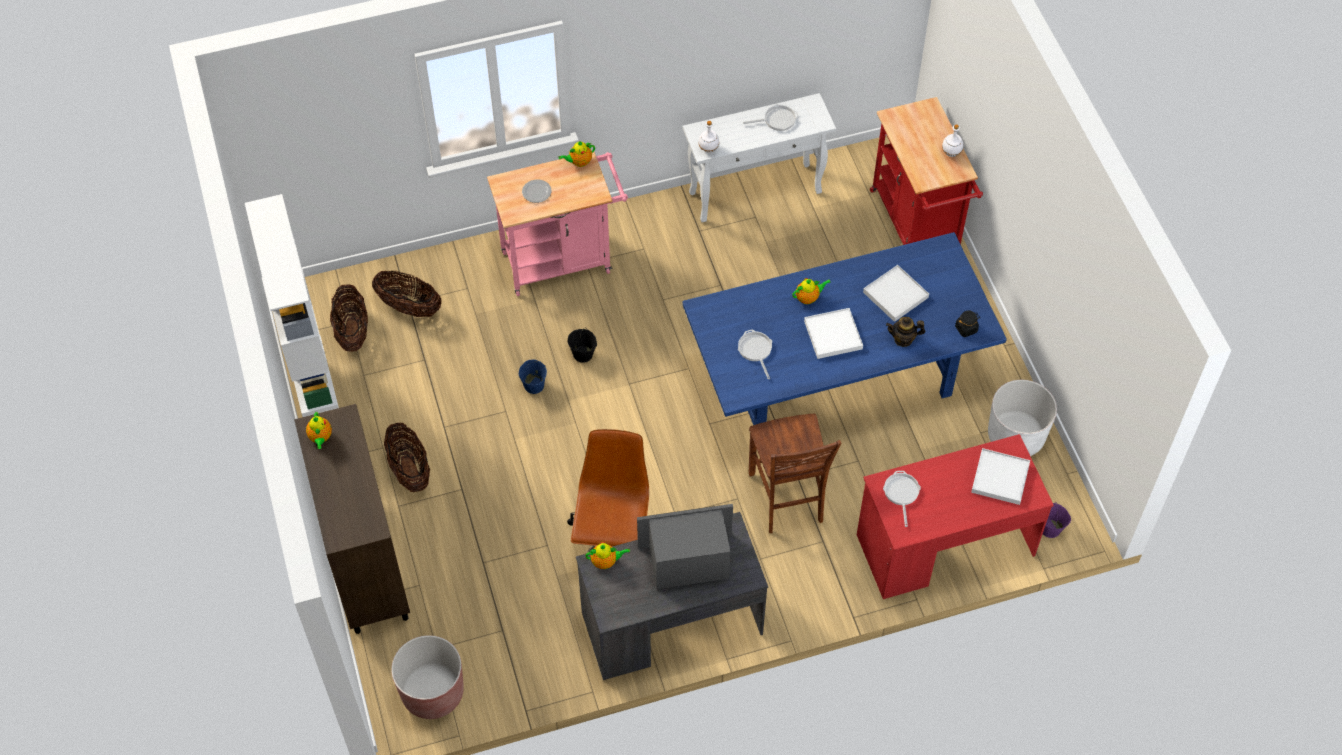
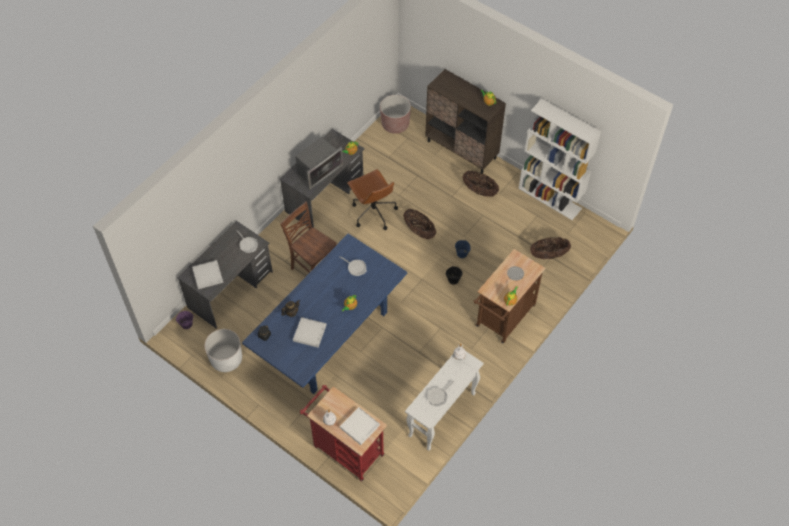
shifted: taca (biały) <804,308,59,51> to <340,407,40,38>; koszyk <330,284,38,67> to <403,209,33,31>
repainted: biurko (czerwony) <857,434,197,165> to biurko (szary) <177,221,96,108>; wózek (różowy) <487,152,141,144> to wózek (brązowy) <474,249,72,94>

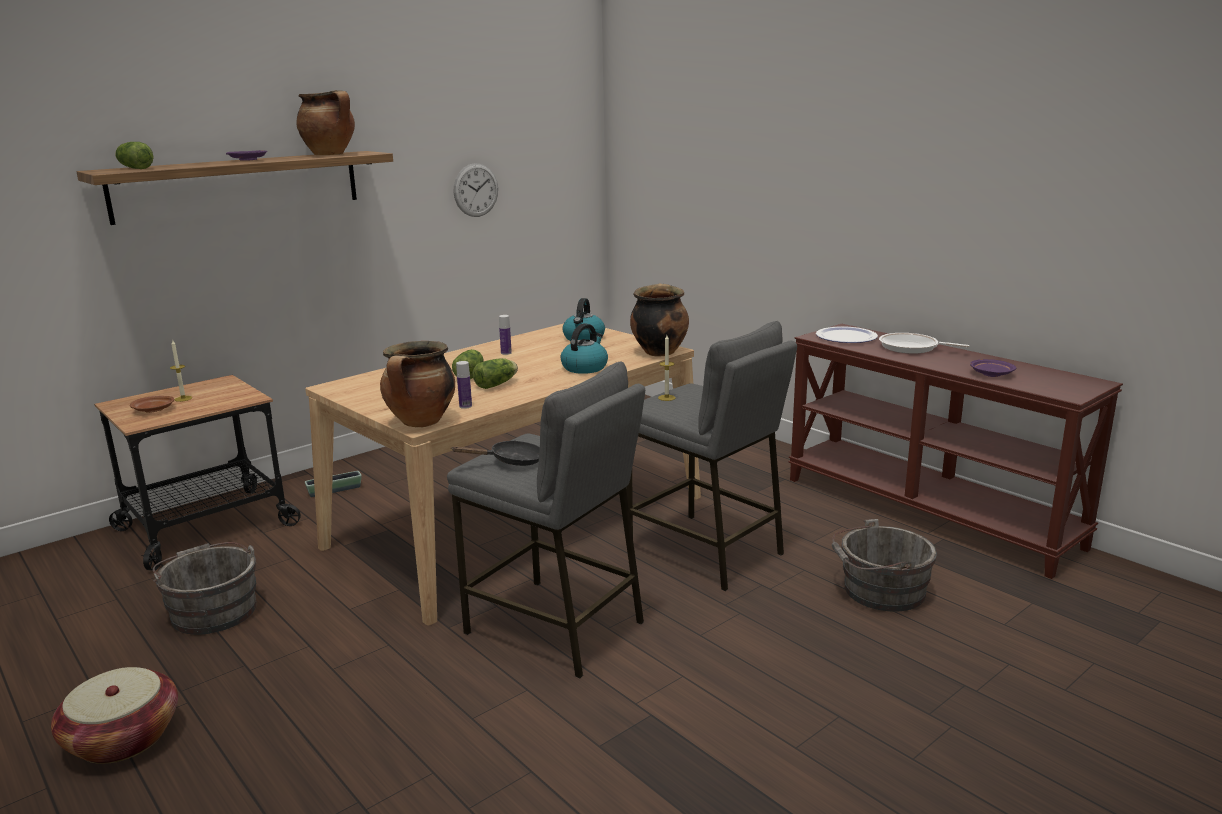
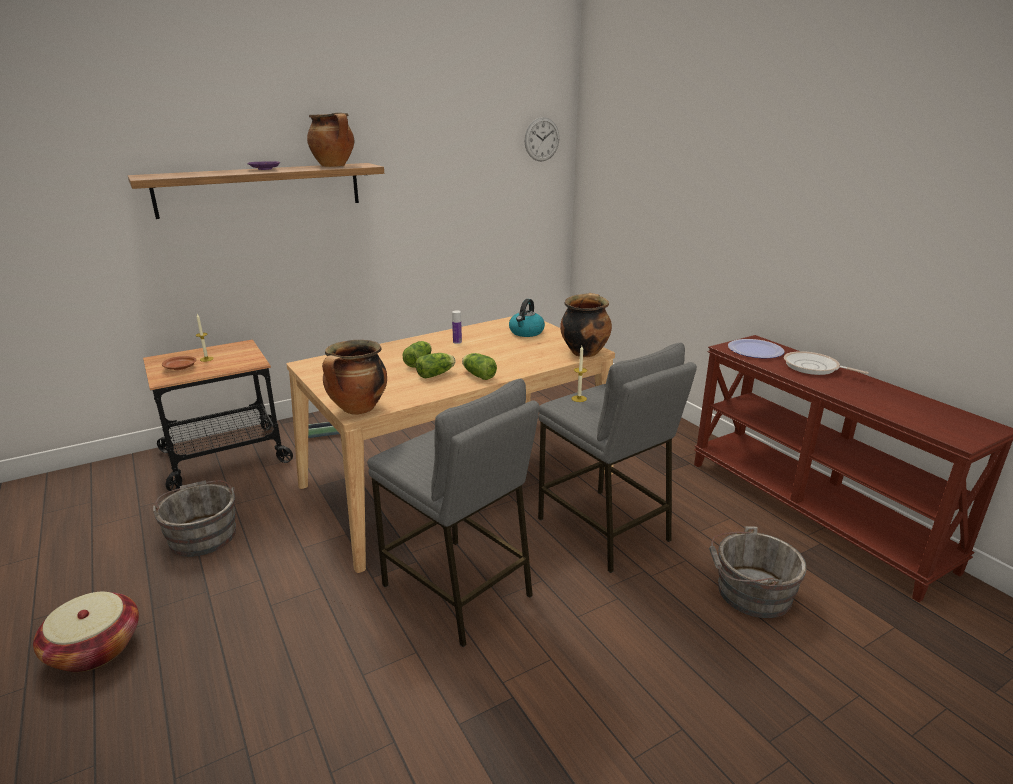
gone: patelnia (czarny) <452,440,88,26>; butelka <456,361,16,48>; czajnik <561,323,47,51>; talerz (fioletowy) <970,359,46,18>
shifted: sałata <115,142,39,27> to <462,353,35,27>; zegar ścienny <454,163,44,54> to <524,117,35,45>

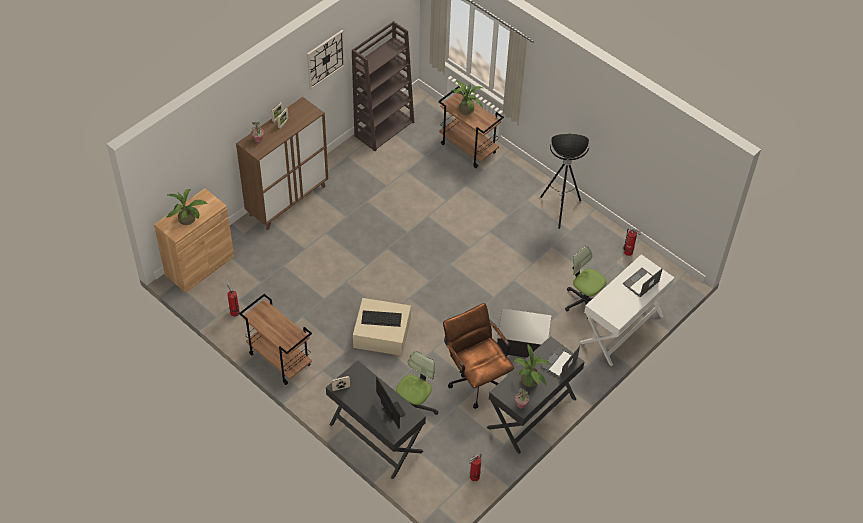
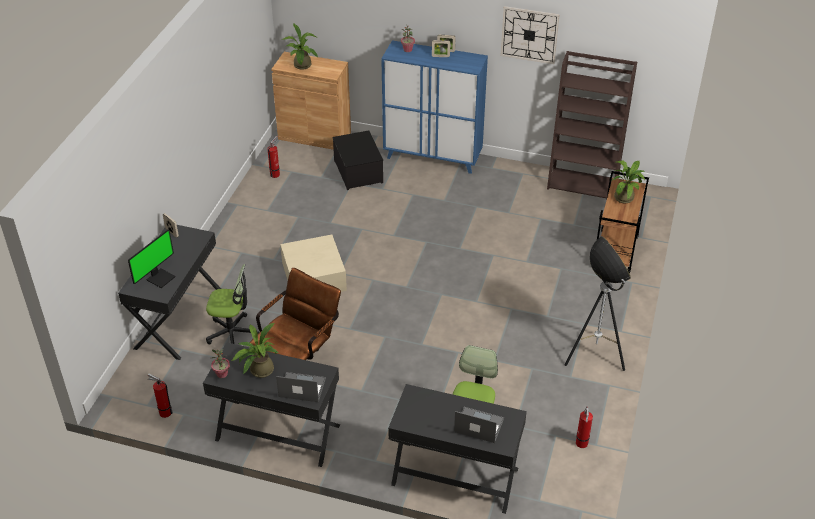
gone: wózek (brązowy) <239,294,73,91>; klawiatura <361,310,41,17>
shifted: pojemnik do przechowywania <497,308,55,50> to <332,131,51,59>
repainted: szafka (brązowy) <236,97,92,133> to szafka (niebieski) <381,40,107,134>; biurko (biały) <580,254,95,112> to biurko (czarny) <388,384,139,130>

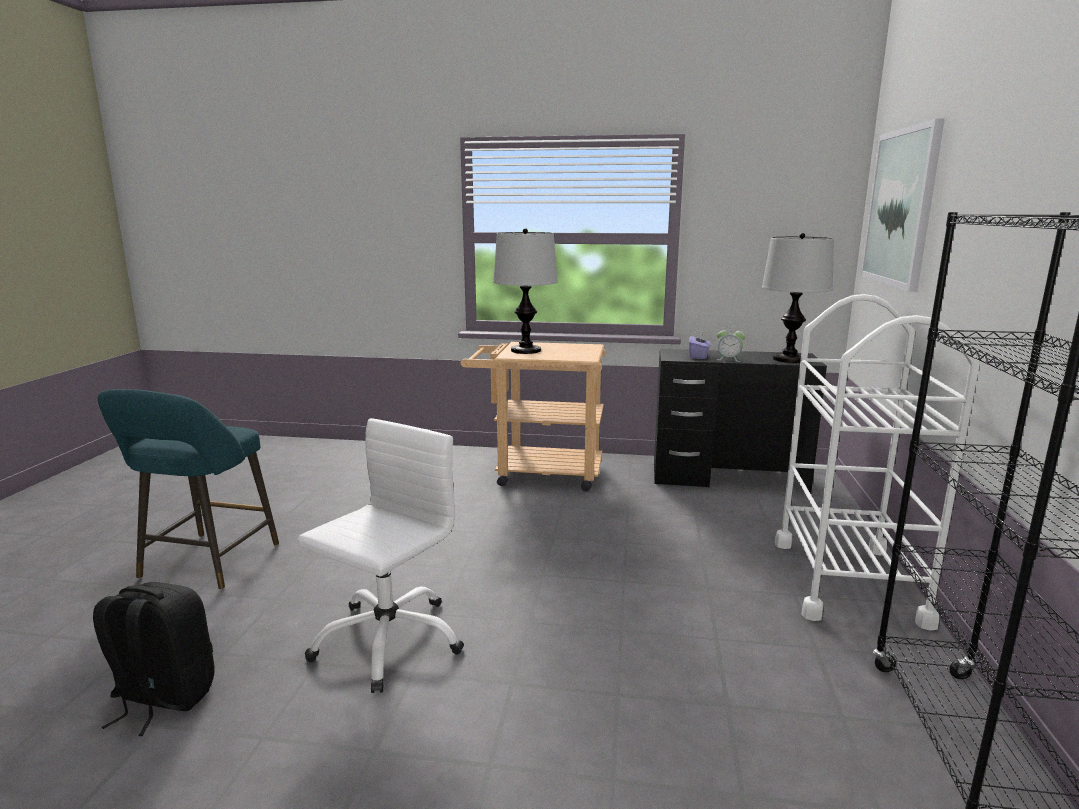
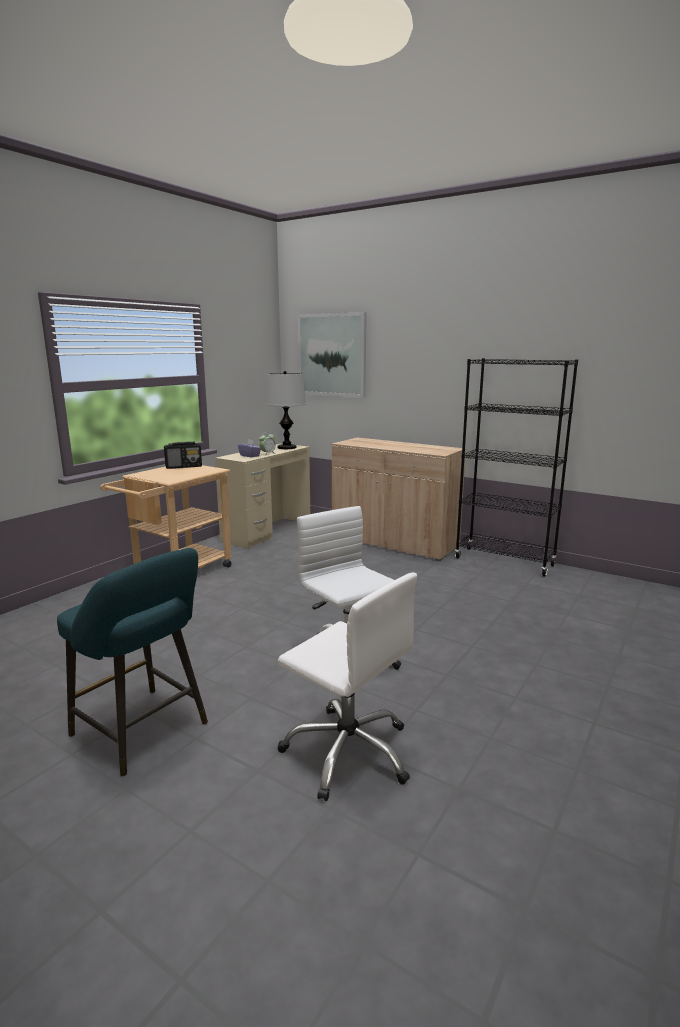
gone: lampa stołowa <493,228,65,126>
new: radio <164,442,38,27>
swapped: plecak (czarny) <93,582,122,154> to krzesło biurowe (biały) <277,572,140,229>; wózek (biały) <775,294,205,337> to szafka (beżowy) <332,438,134,123>
repainted: biurko (czarny) <654,349,173,145> to biurko (beżowy) <215,443,95,106>

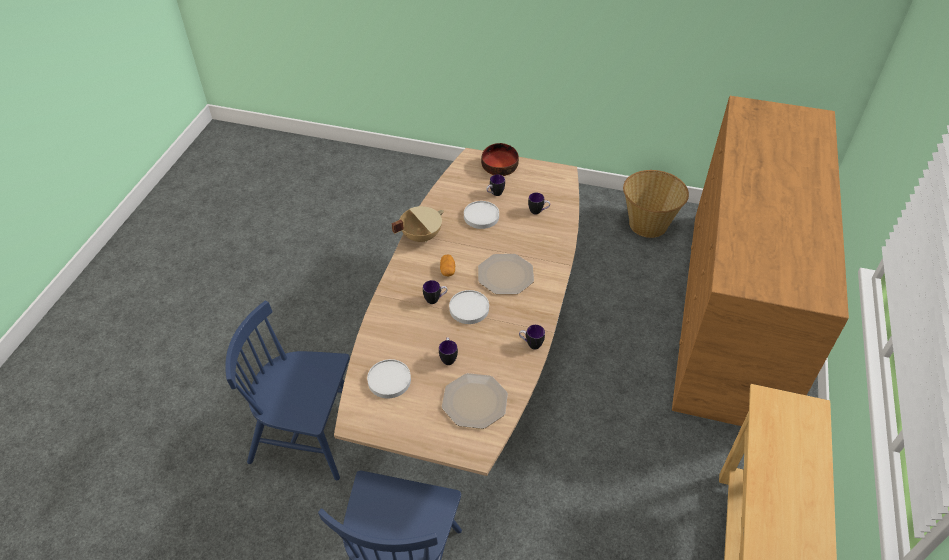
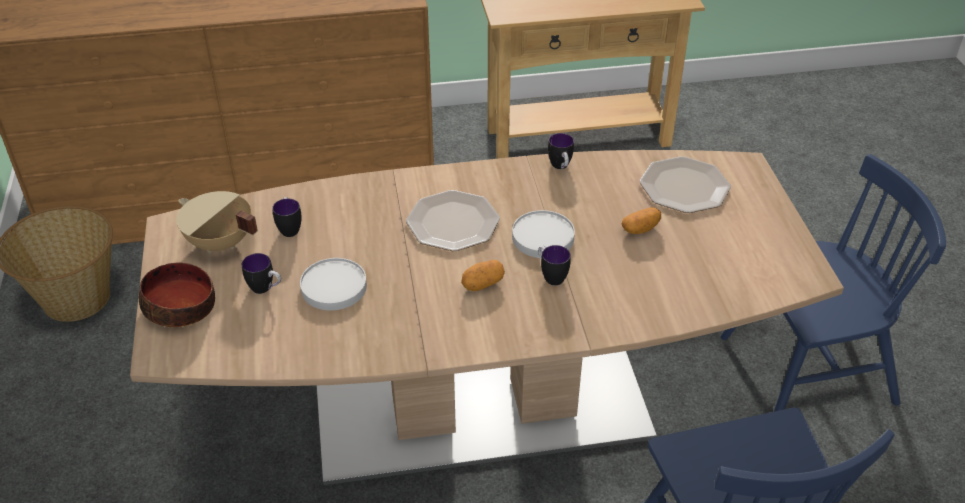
gone: talerz (biały) <367,359,44,39>
shifted: garnek (beżowy) <392,206,52,36> to <176,191,82,62>
swapped: kubek <439,337,19,28> to ziemniak <622,207,39,27>

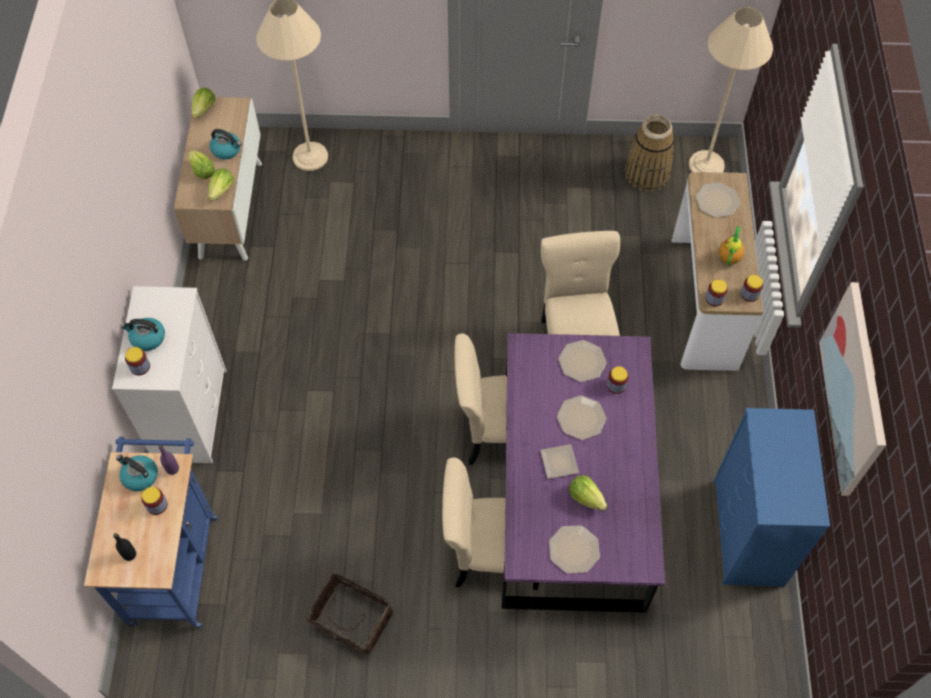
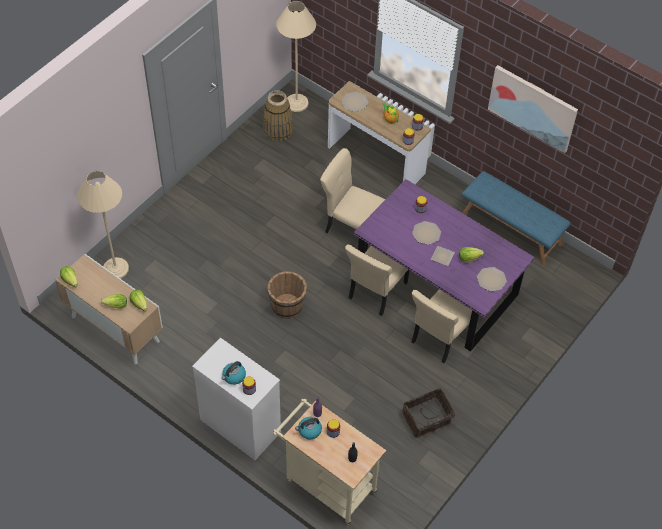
gone: czajnik <210,129,32,30>; talerz <558,340,49,42>
new: wiadro (brązowy) <267,271,40,48>
swapped: komoda (niebieski) <713,408,117,178> to ławka (niebieski) <462,171,109,94>
repainted: wózek (niebieski) <84,436,134,192> to wózek (beżowy) <273,399,113,126>

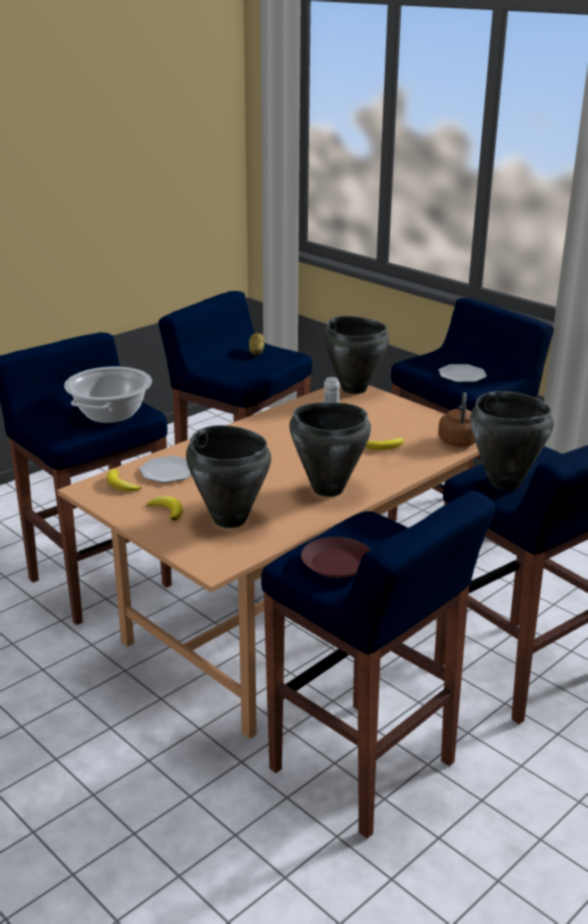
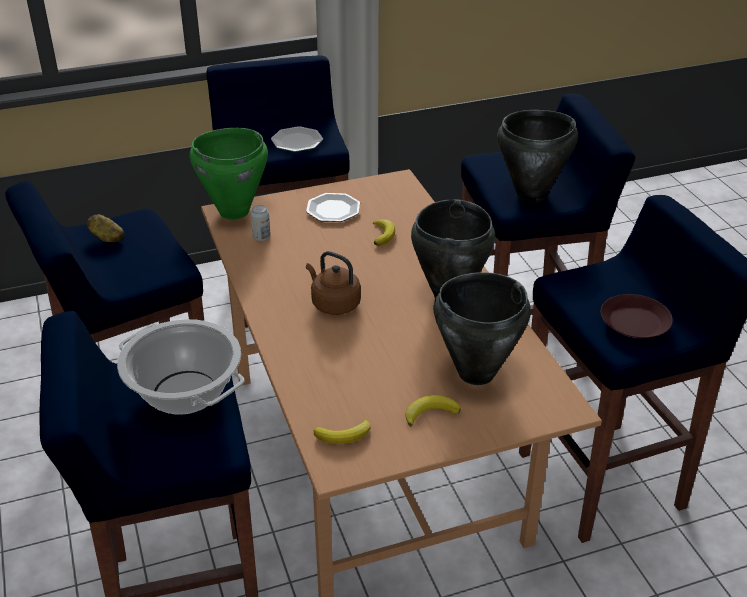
shifted: talerz <139,456,52,27> to <306,193,54,29>; czajnik (brązowy) <438,392,38,55> to <306,251,55,64>
repainted: garnek (czarny) <324,316,65,78> to garnek (zielony) <190,128,78,92>

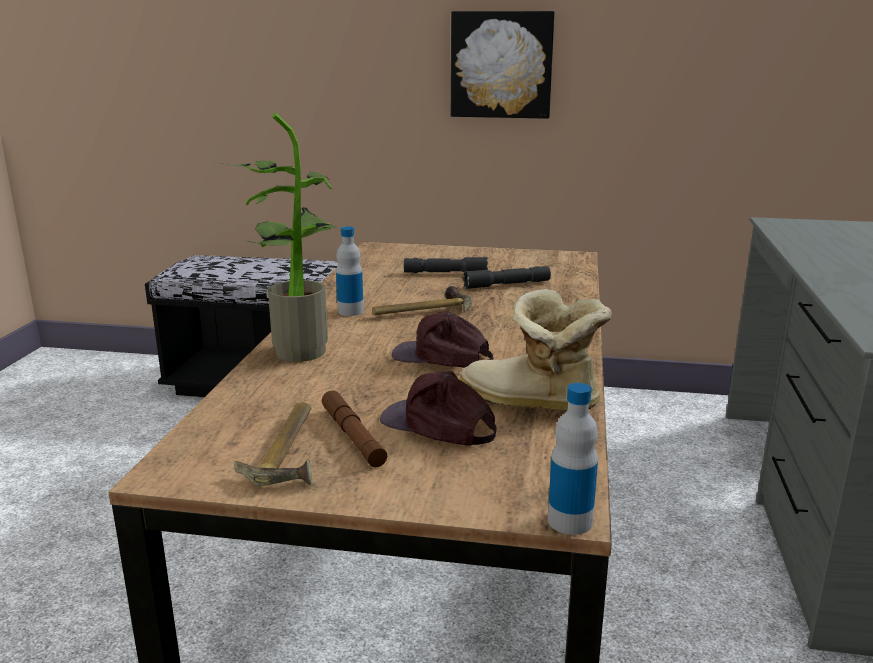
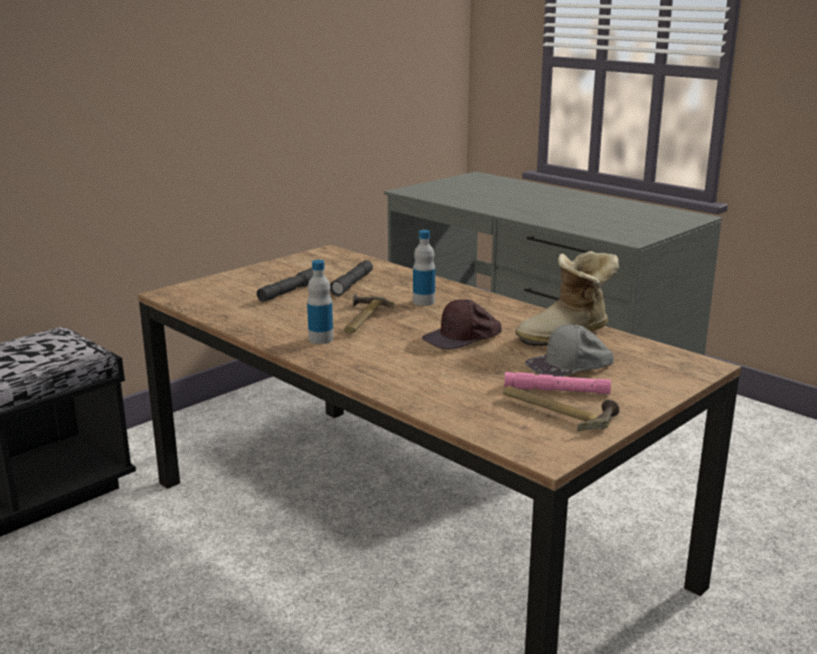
gone: roślina doniczkowa <222,113,114,249>; obraz <451,11,104,108>
shifted: butelka <548,383,50,152> to <413,230,22,76>
repainted: latarka (brązowy) <322,391,65,76> to latarka (różowy) <504,372,107,22>; czapka z daszkiem (brązowy) <380,371,117,75> to czapka z daszkiem (szary) <525,325,89,52>

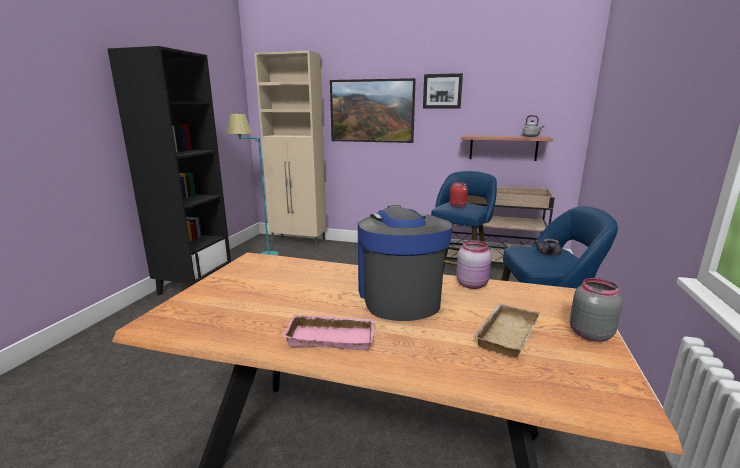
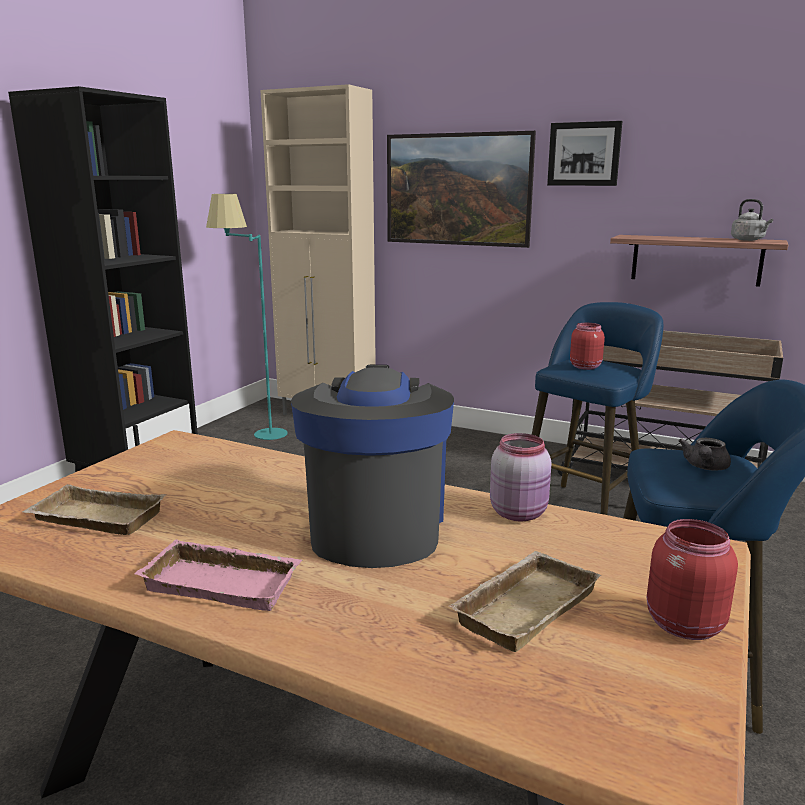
new: taca (beżowy) <23,484,143,51>
repainted: słoik (szary) <570,278,52,64> to słoik (czerwony) <647,519,91,121>

